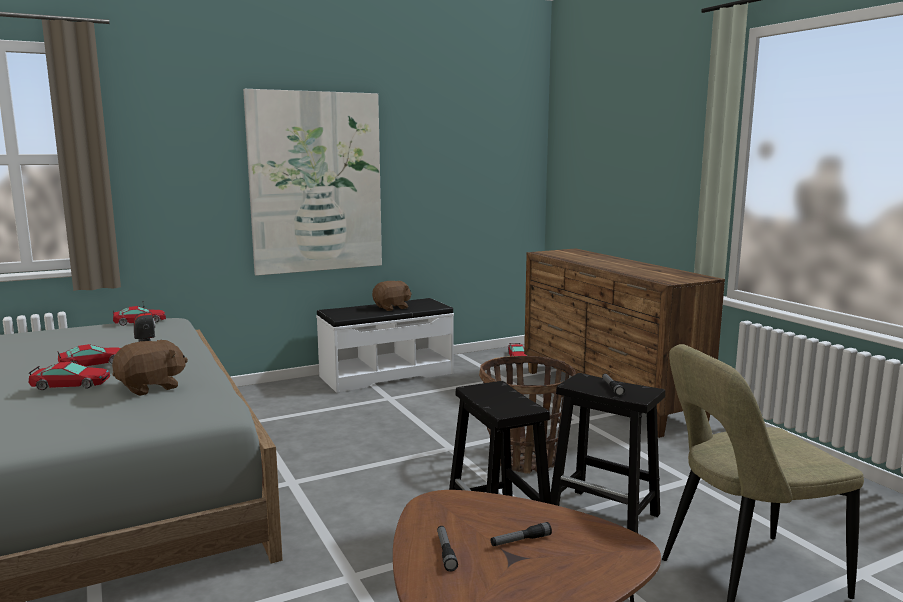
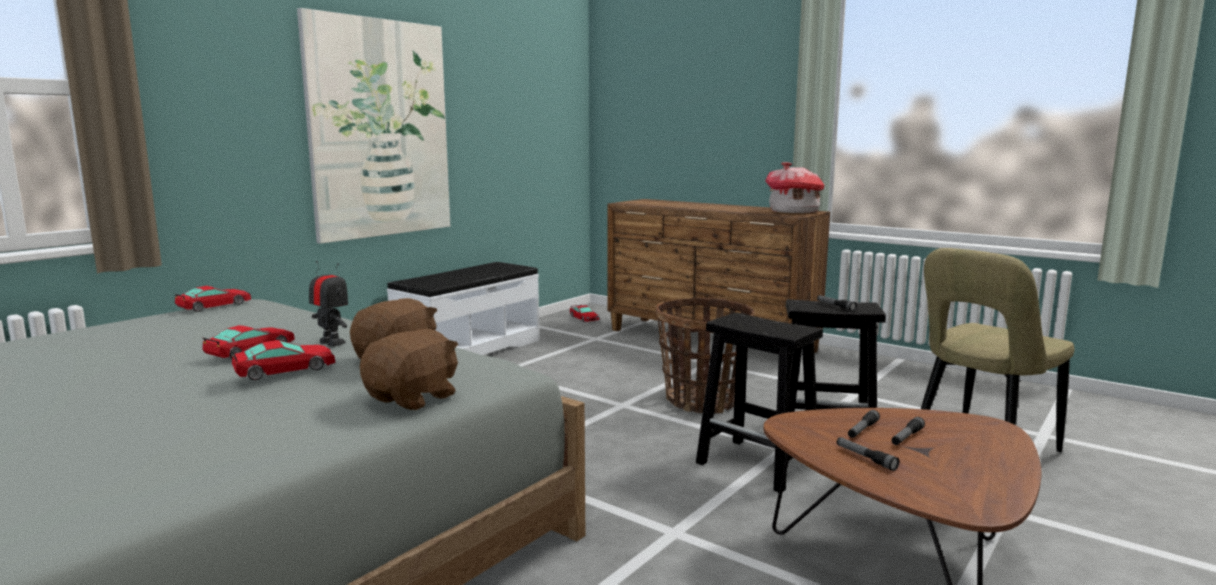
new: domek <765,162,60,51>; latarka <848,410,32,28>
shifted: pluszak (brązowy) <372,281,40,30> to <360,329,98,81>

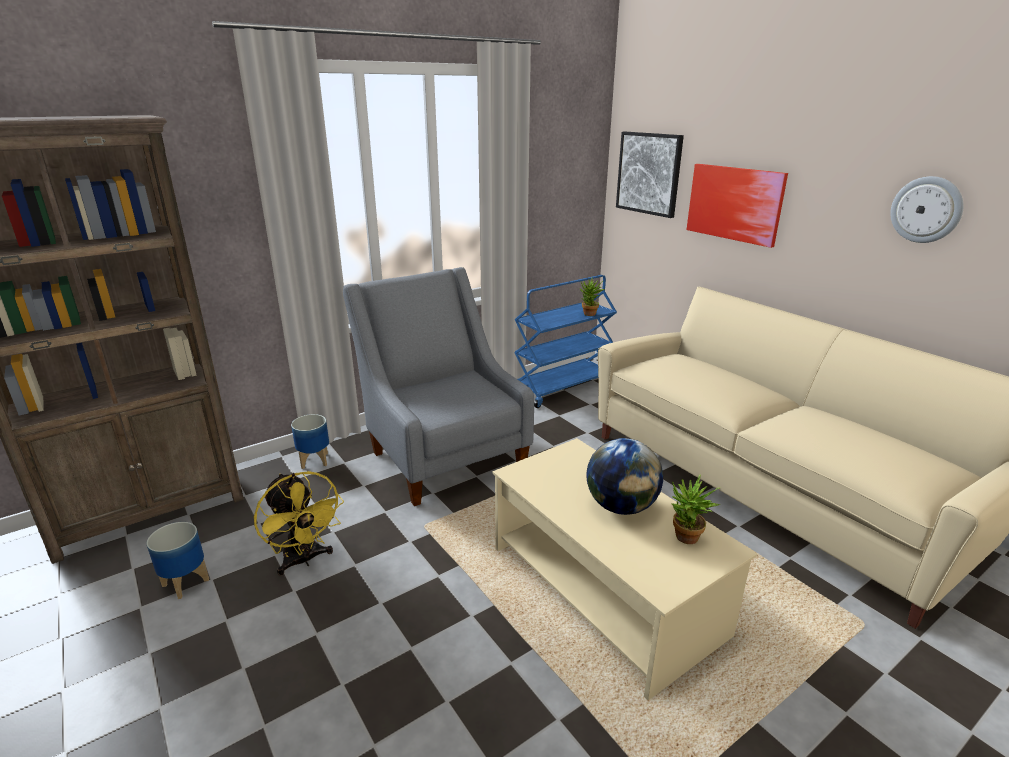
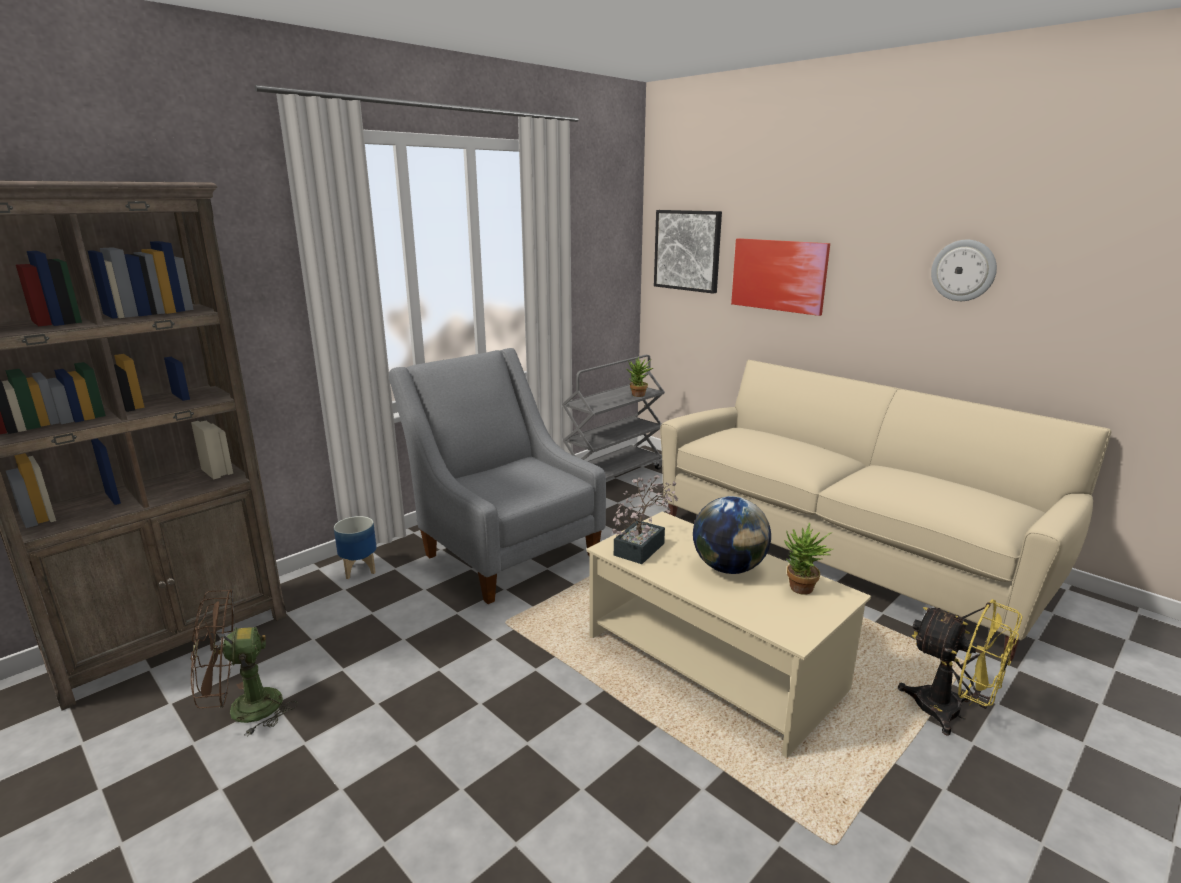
new: roślina doniczkowa <612,475,66,89>
shifted: wentylator (żółty) <254,471,90,104> to <898,599,124,137>
swapped: donica <147,522,62,77> to wentylator (brązowy) <190,589,108,148>
repainted: wózek (niebieski) <514,275,103,133> to wózek (szary) <562,355,103,125>

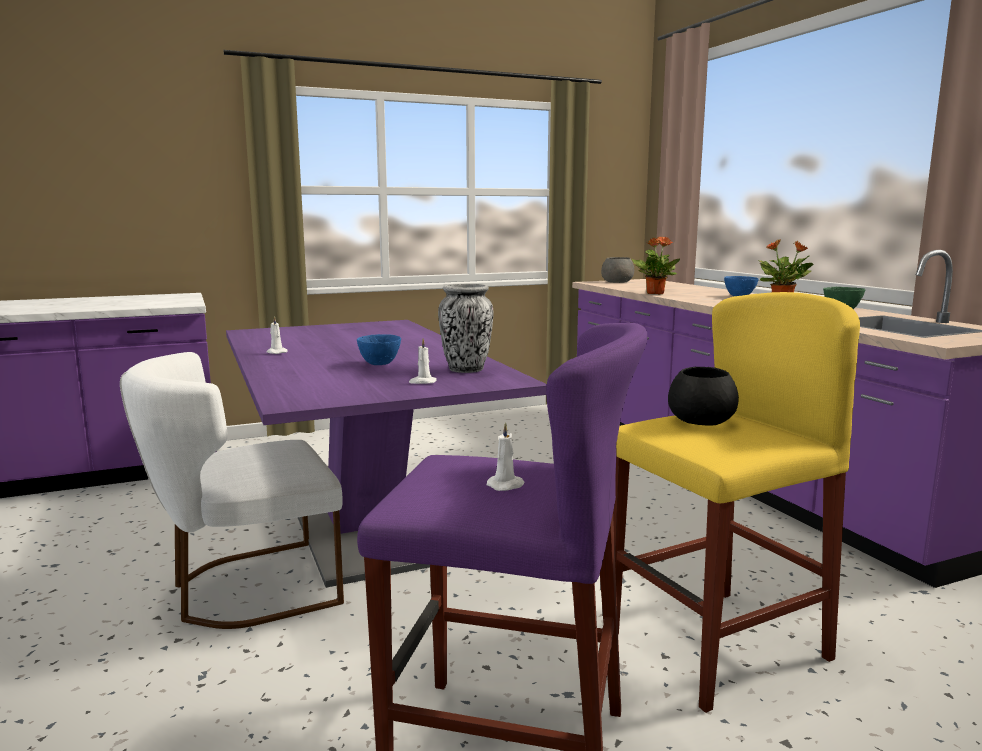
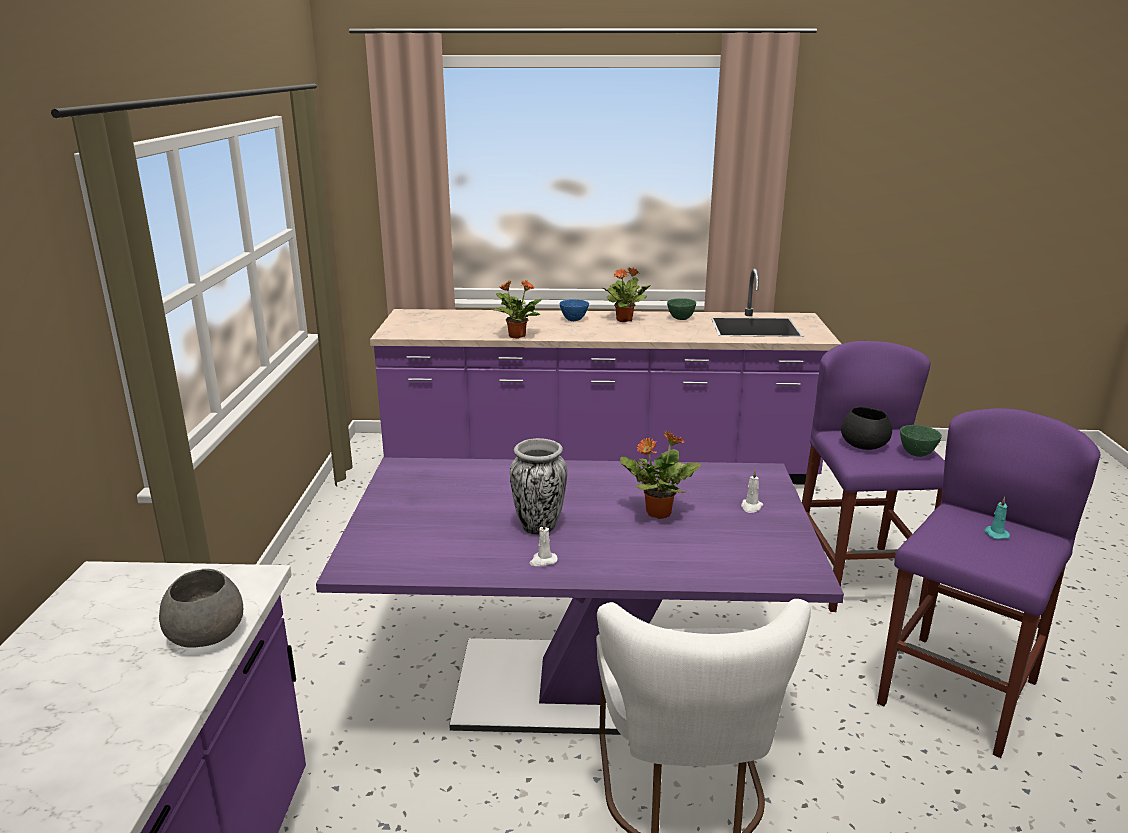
new: miska (zielony) <900,425,42,32>
shifted: miska (szary) <601,257,33,26> to <159,569,84,79>; wazon <438,284,55,89> to <510,438,57,97>
swapped: miska (niebieski) <357,334,44,31> to roślina doniczkowa <620,431,81,88>
repainted: stołek (żółty) <613,292,247,421> to stołek (fioletowy) <802,341,143,271>; świeca (biały) <487,422,38,69> to świeca (turkusowy) <984,497,26,43>

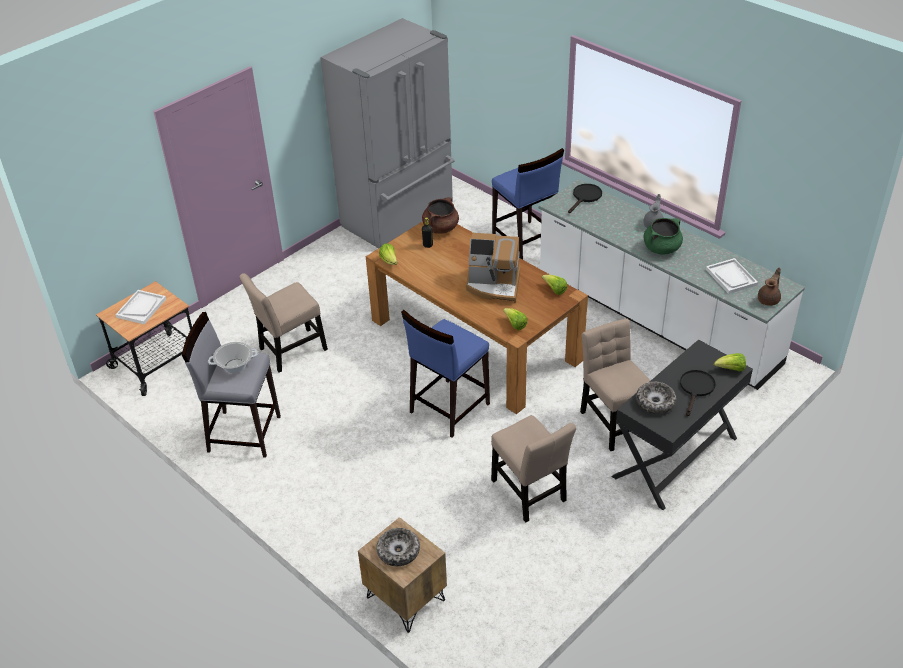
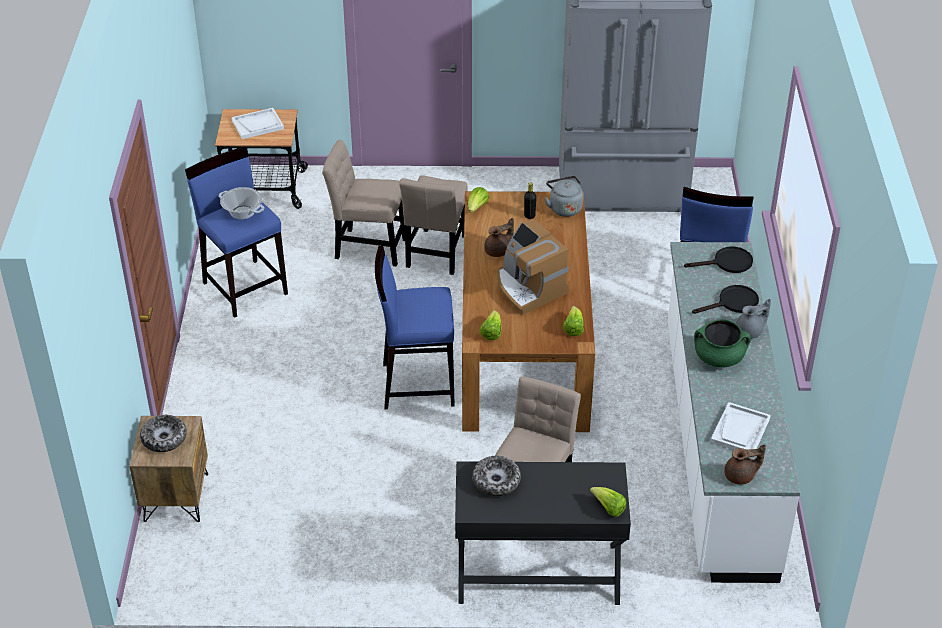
new: imbryk (brązowy) <484,218,30,39>
shifted: krzesło (beżowy) <491,415,85,107> to <399,175,68,100>; patelnia (czarny) <680,370,36,46> to <692,285,67,29>
swapped: garnek (brązowy) <422,197,37,37> to czajnik (szary) <545,176,38,41>
repainted: stołek (szary) <182,312,99,146> to stołek (niebieski) <185,146,103,172>

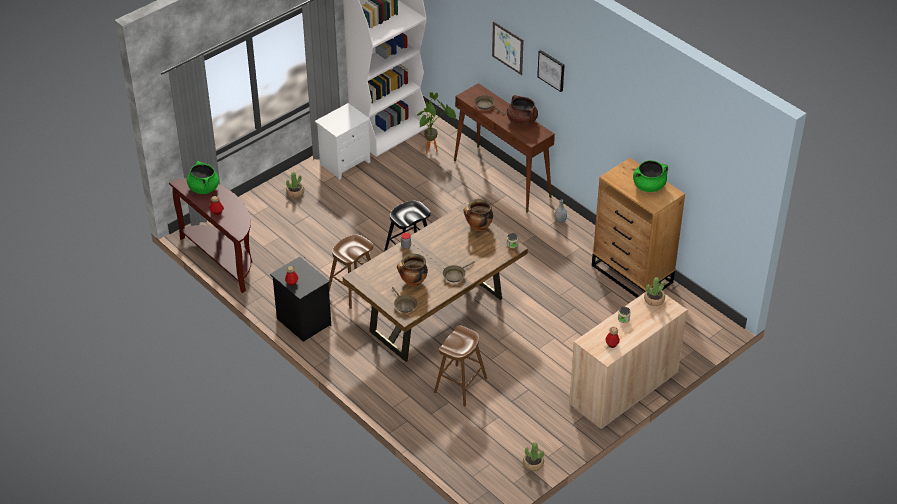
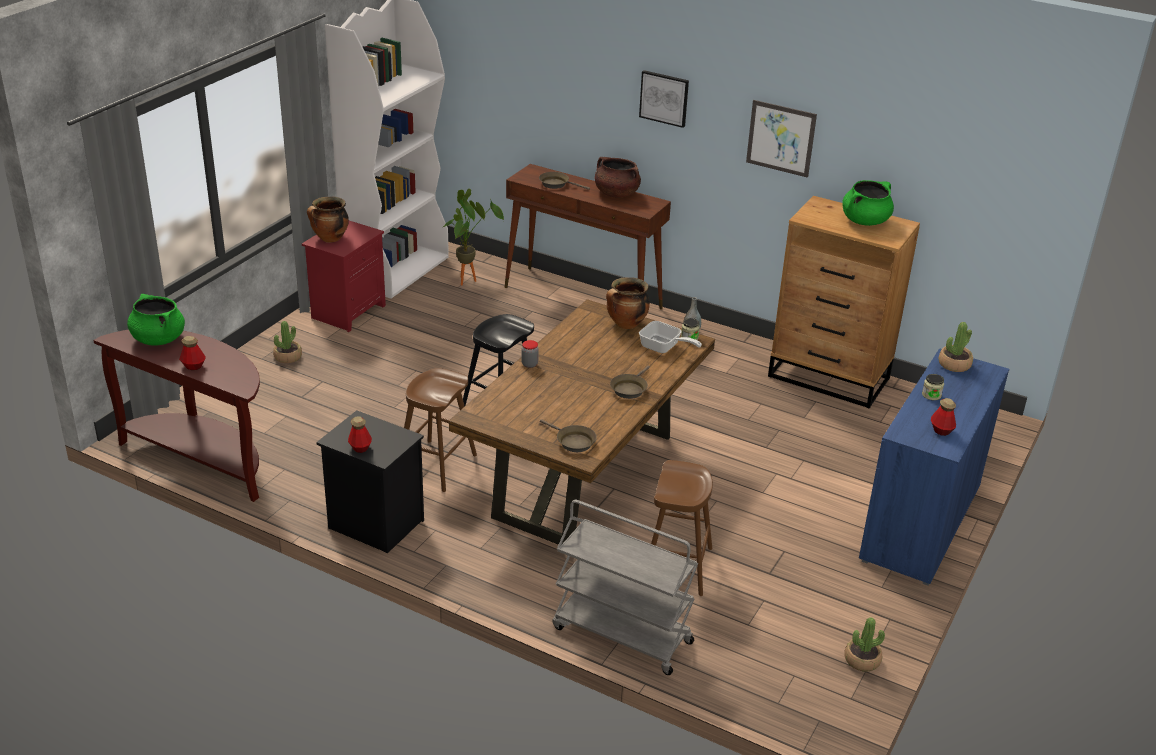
new: wózek (szary) <552,500,146,175>; patelnia <639,321,63,32>
shifted: garnek <397,253,31,34> to <307,197,42,46>; obraz <492,21,32,54> to <746,100,71,78>
repainted: szafka nocna (biały) <315,103,55,77> to szafka nocna (czerwony) <302,221,84,111>; szafka (beżowy) <569,293,118,137> to szafka (niebieski) <859,348,150,238>

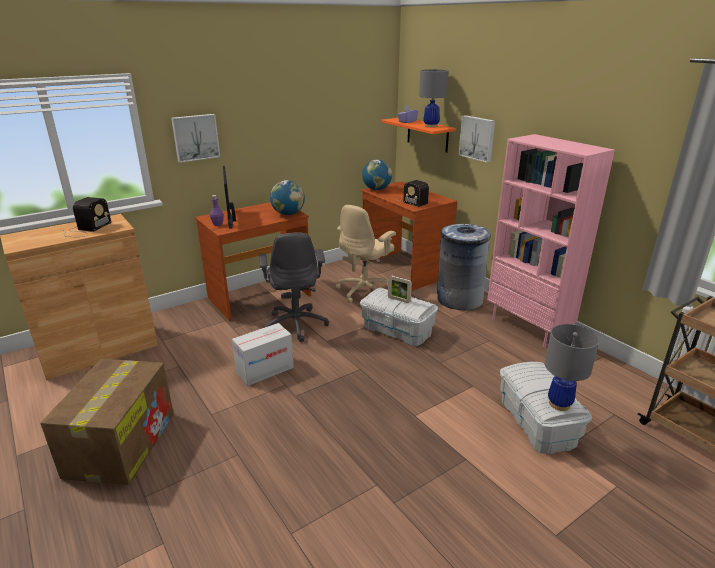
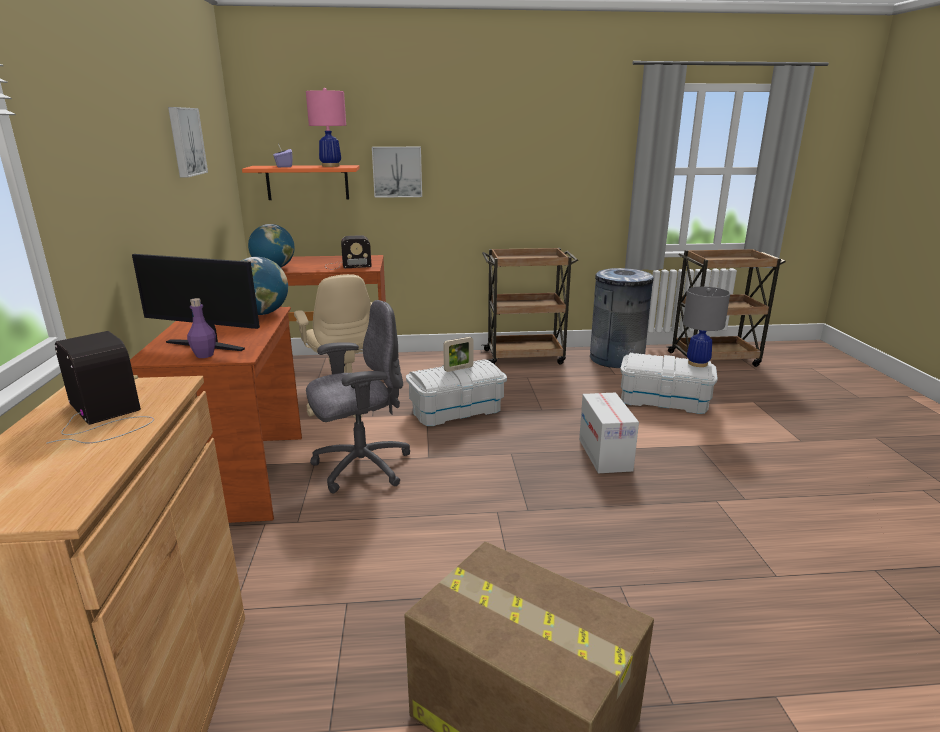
shifted: obraz <171,114,49,49> to <168,107,40,71>; karton <232,323,62,63> to <579,393,60,80>; kosz na śmieci (szary) <437,223,54,87> to <590,268,64,100>
swapped: regał (różowy) <487,134,128,214> to wózek (brązowy) <481,248,97,117>
repainted: lampa stołowa (szary) <419,68,30,60> to lampa stołowa (różowy) <306,88,40,79>
rotated: krzesło biurowe (szary) <259,232,70,110> = <306,300,104,193> 45 degrees counterclockwise

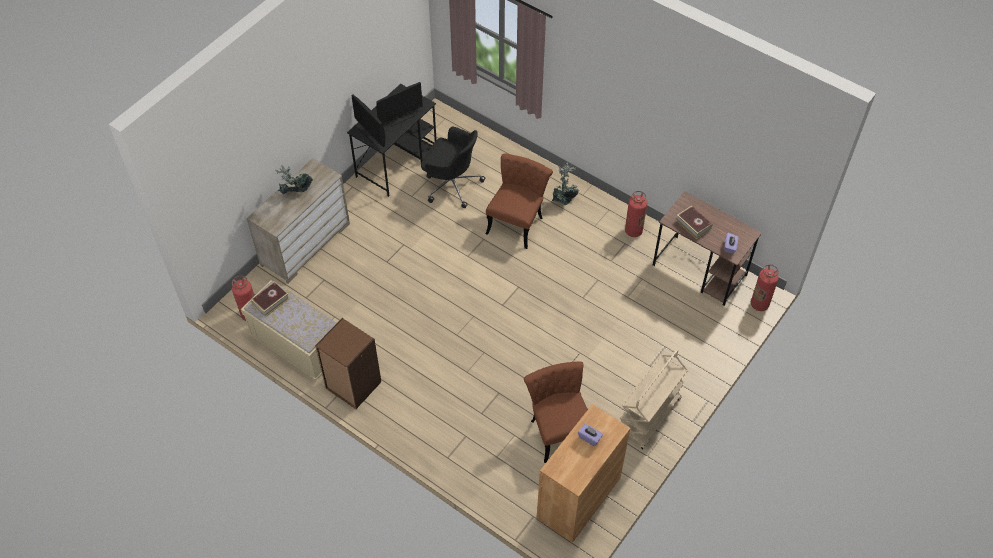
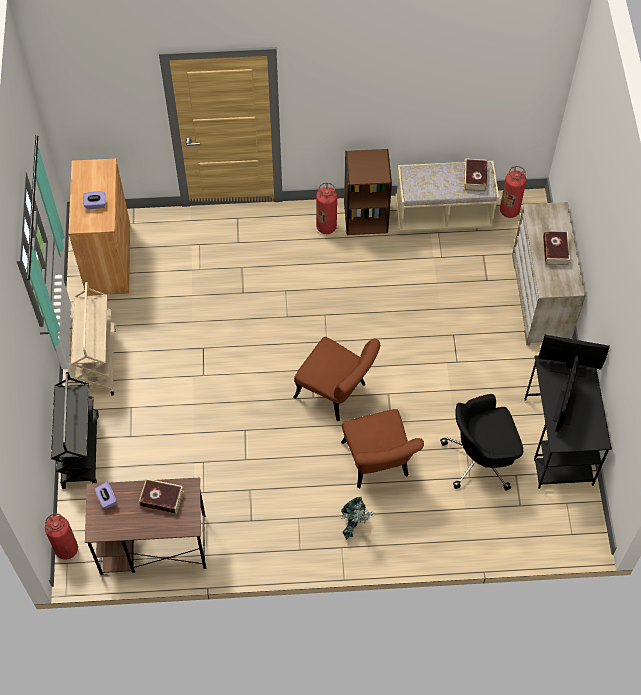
new: wózek (czarny) <51,372,48,117>
shifted: krzesło (brązowy) <524,361,64,102> to <293,336,87,85>; gaśnica <625,191,22,46> to <316,183,21,51>
swapped: roślina doniczkowa <275,165,38,29> to książka <543,231,27,35>

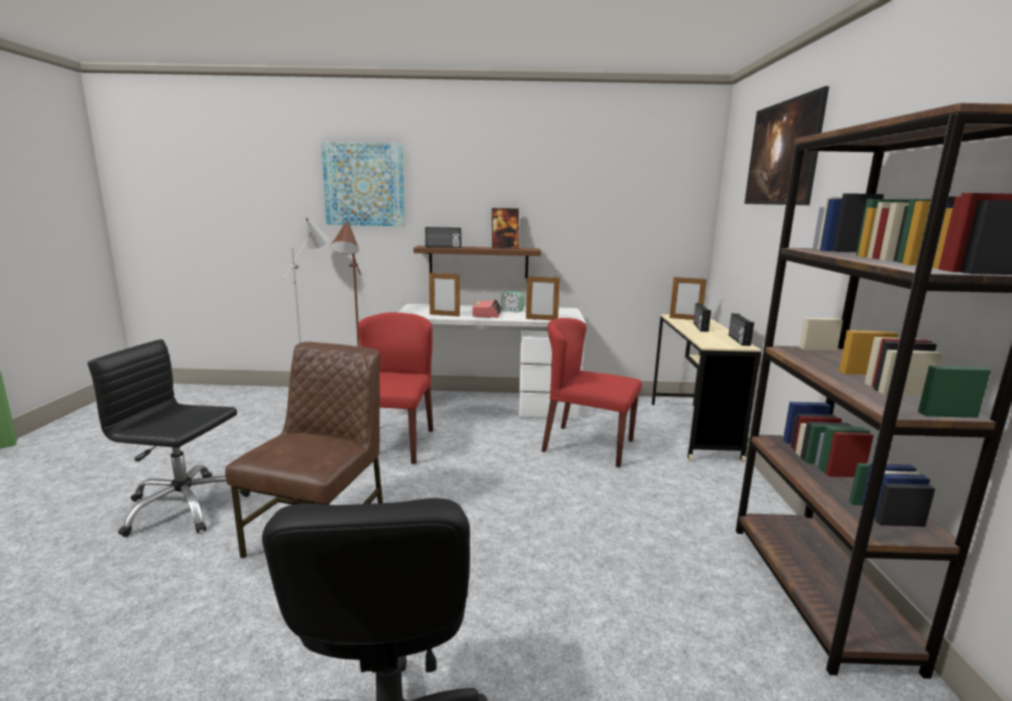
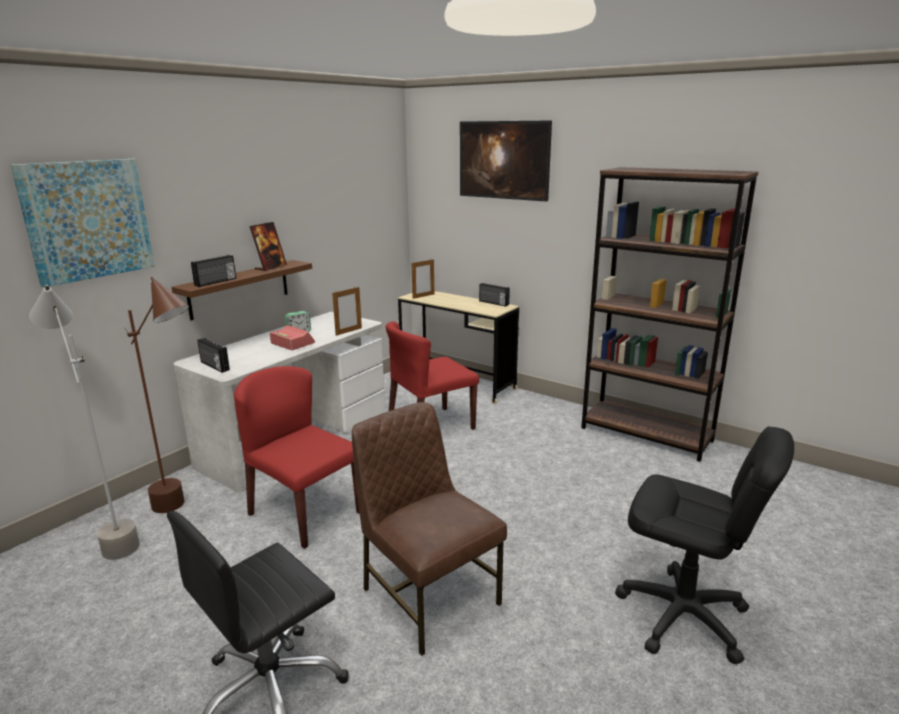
gone: ramka na zdjęcie <429,271,31,46>
shifted: radio <693,303,18,29> to <197,338,33,35>

